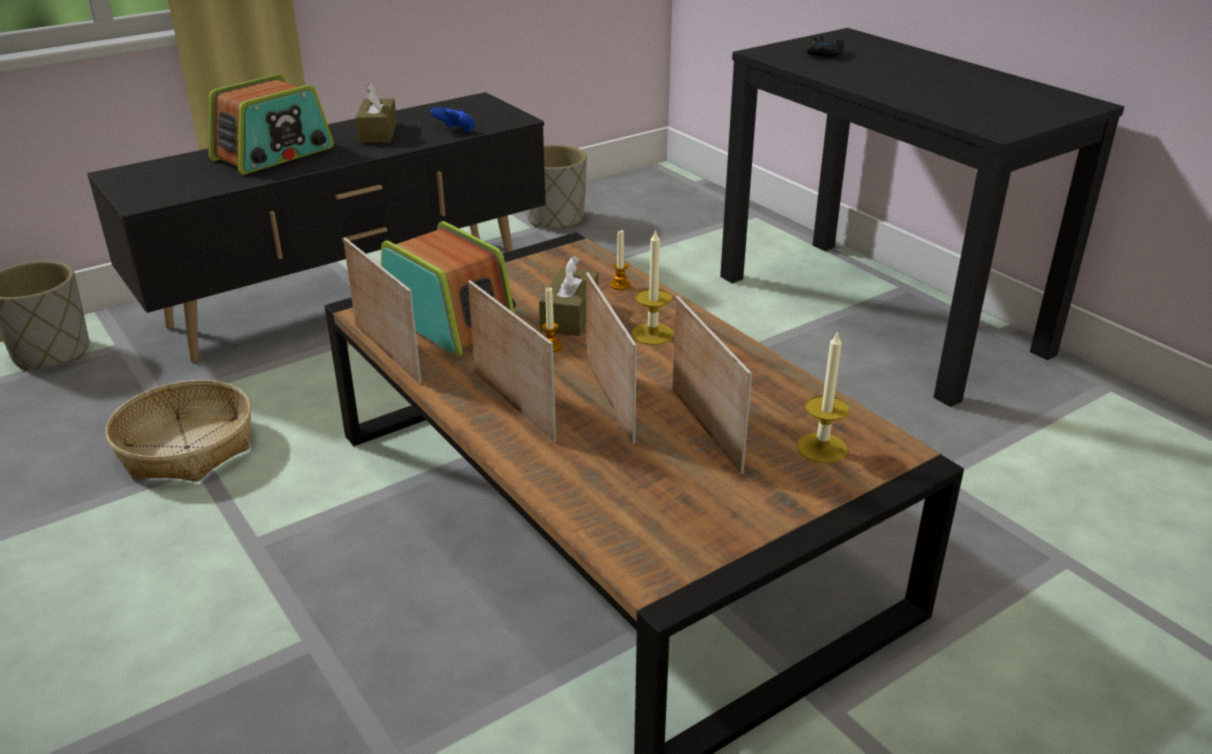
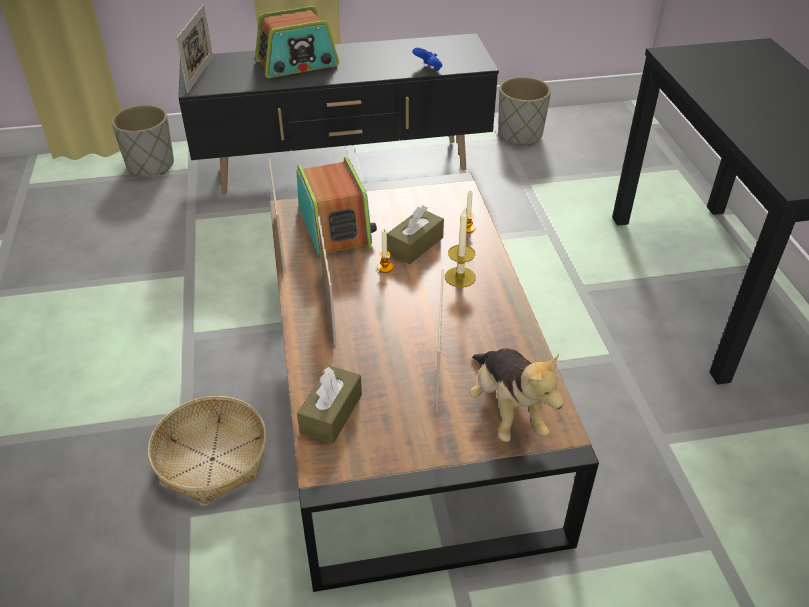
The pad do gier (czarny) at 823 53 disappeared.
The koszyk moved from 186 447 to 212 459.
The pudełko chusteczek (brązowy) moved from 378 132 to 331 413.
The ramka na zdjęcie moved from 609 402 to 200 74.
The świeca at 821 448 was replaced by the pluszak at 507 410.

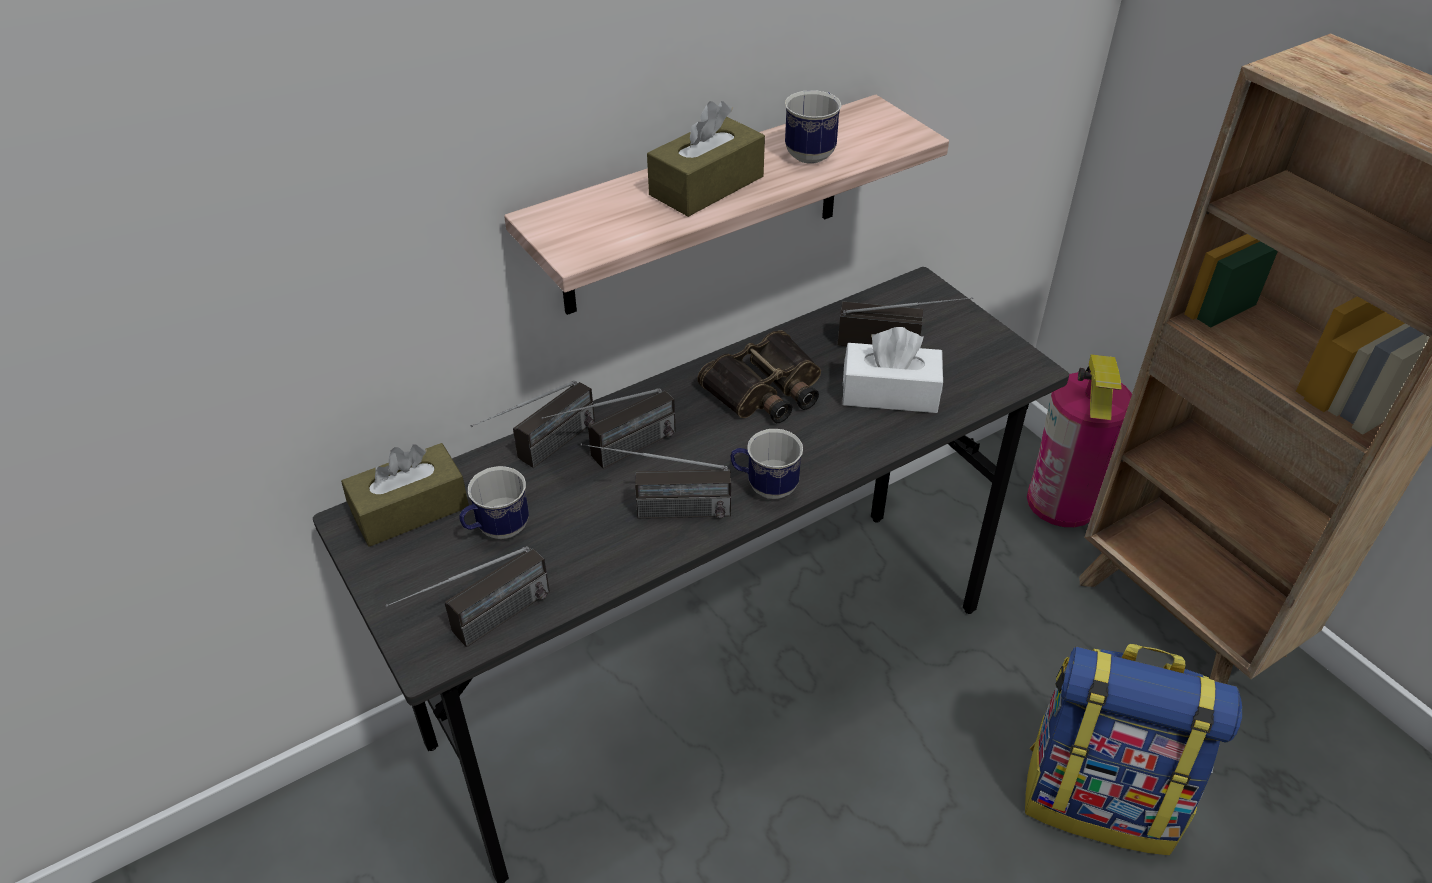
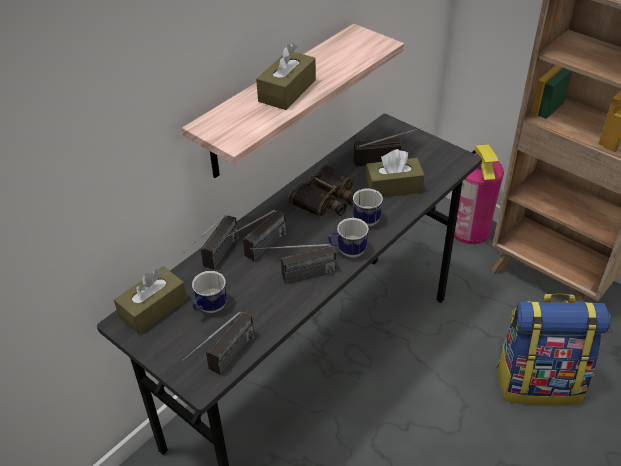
The kubek moved from 813 152 to 367 217.
The pudełko chusteczek (biały) at 890 393 became the pudełko chusteczek (brązowy) at 393 187.

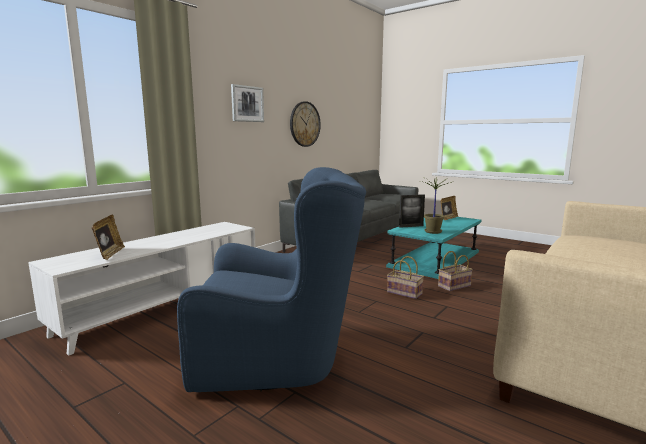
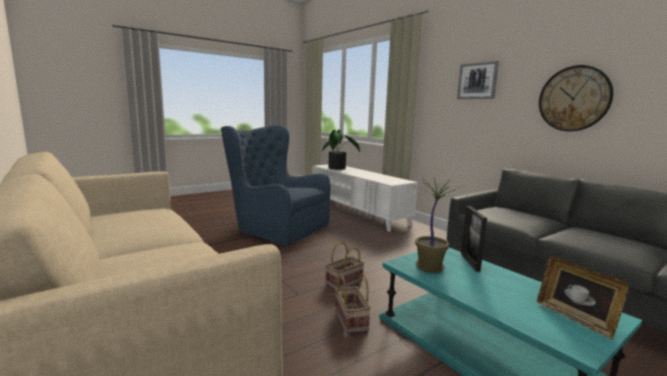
The ramka na zdjęcie at 110 254 was replaced by the roślina doniczkowa at 339 168.
The fotel (niebieski) at 280 357 turned 105 degrees clockwise.

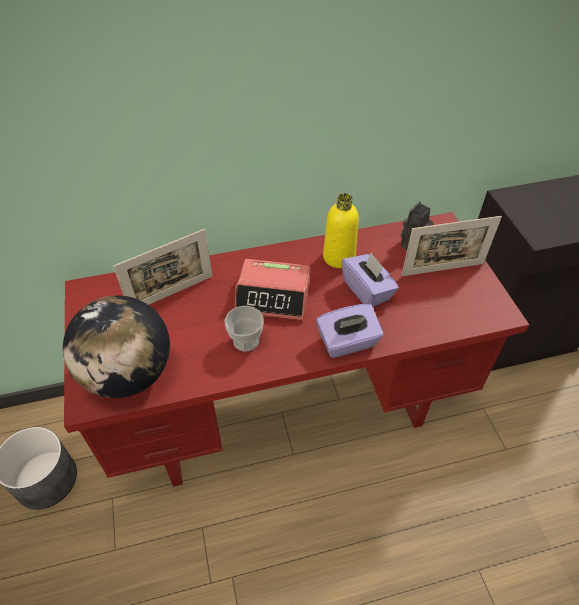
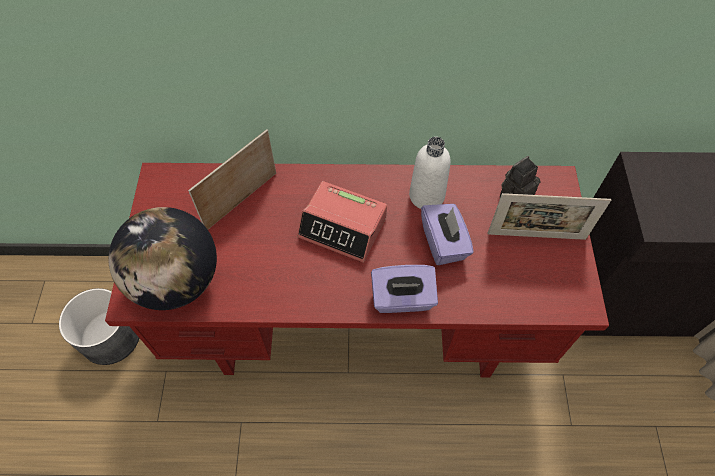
The filiżanka at 246 341 disappeared.
The butelka (żółty) at 339 257 became the butelka (biały) at 426 196.
The ramka na zdjęcie at 172 293 turned 150 degrees clockwise.

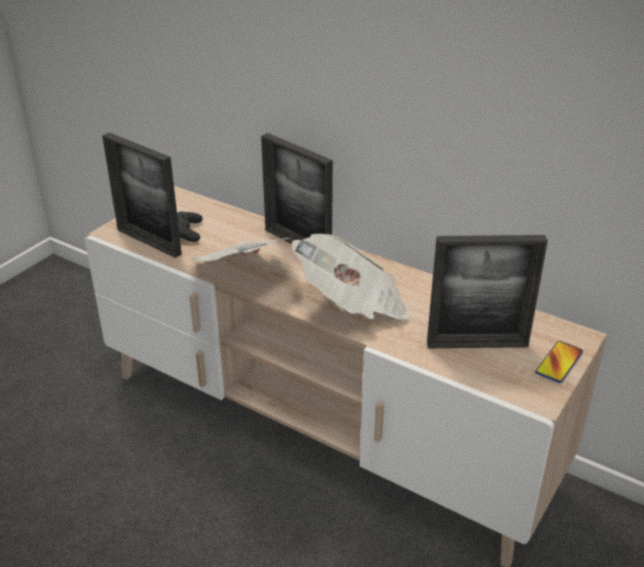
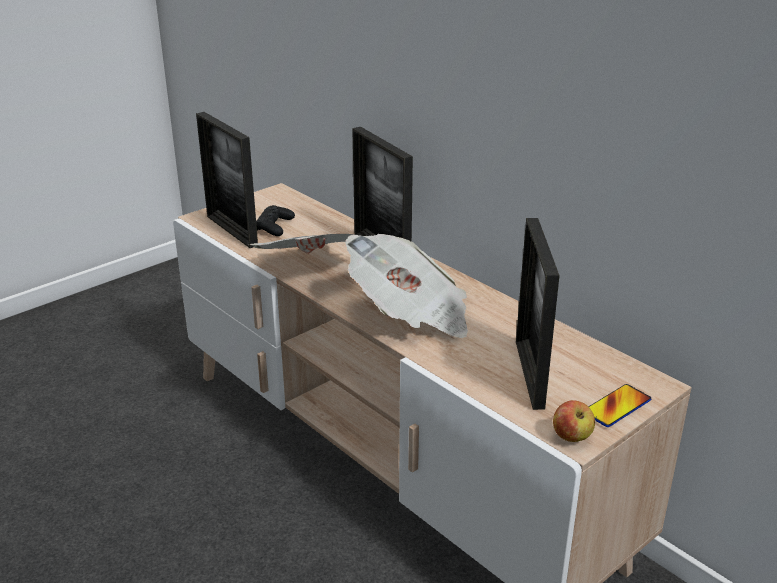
The jabłko at 572 437 appeared.
The ramka na zdjęcie at 477 344 turned 75 degrees clockwise.

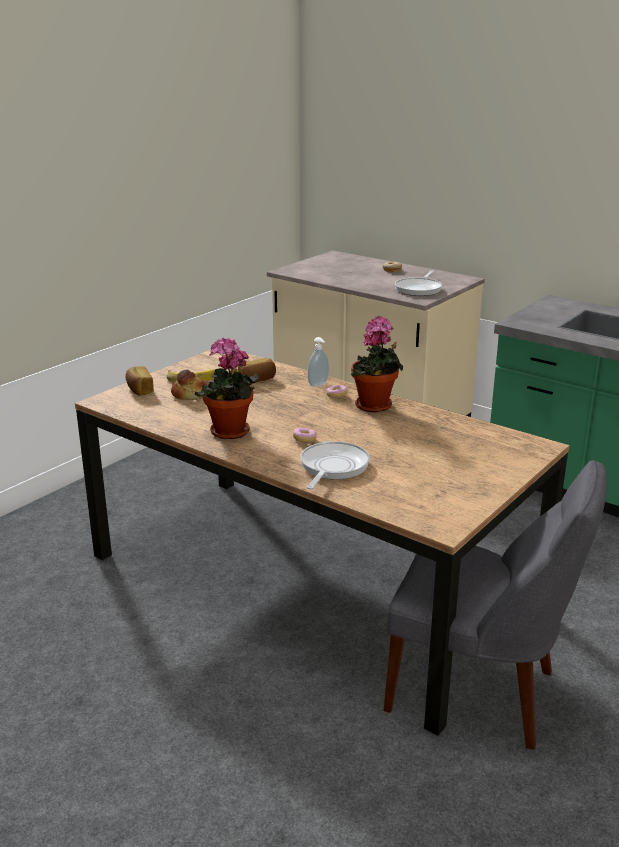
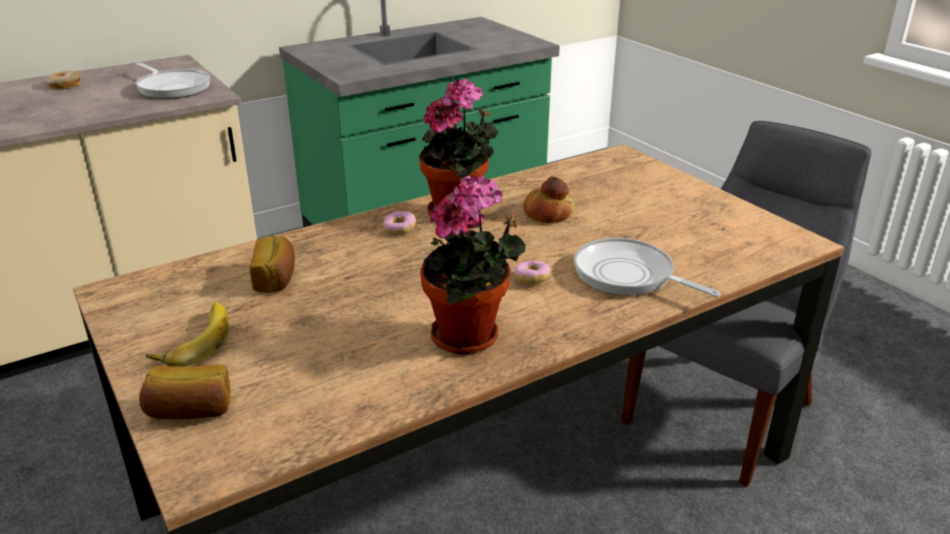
The dozownik mydła at 319 385 disappeared.
The chleb moved from 190 394 to 548 213.

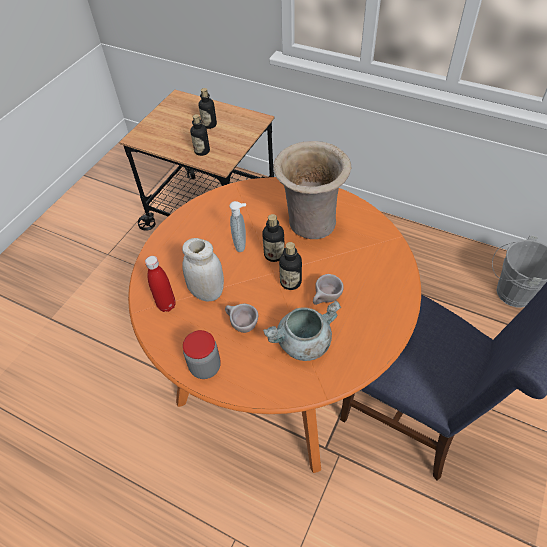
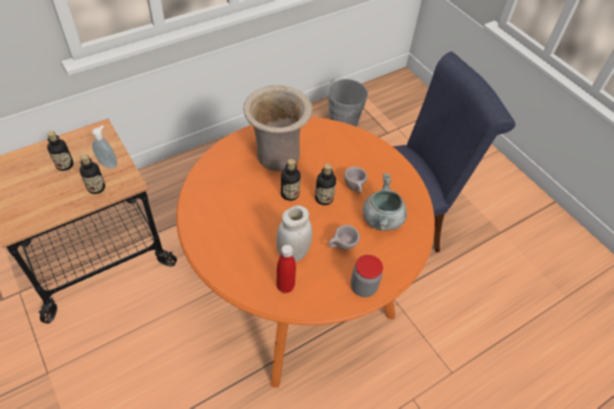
The dozownik mydła moved from 241 244 to 109 163.

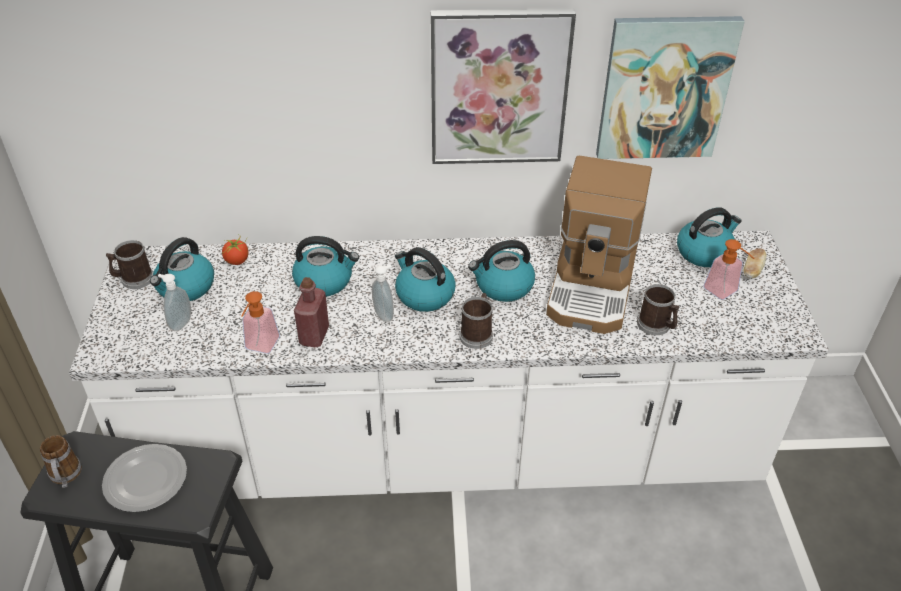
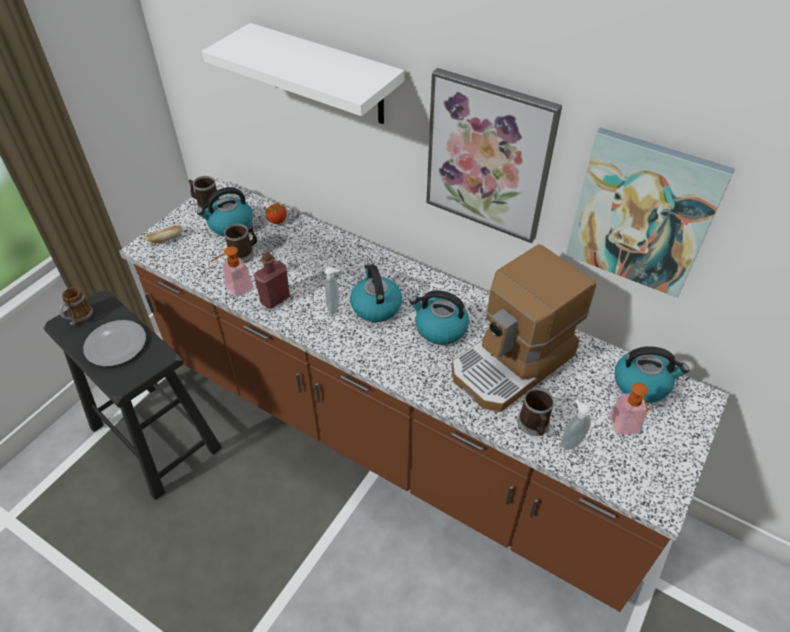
The czajnik at 324 281 disappeared.
The półka (biały) at 326 75 appeared.
The dozownik mydła moved from 180 323 to 570 442.
The kubek moved from 477 333 to 244 253.
The chleb moved from 752 270 to 166 239.
The zabudowa kuchenna (biały) at 449 451 became the zabudowa kuchenna (brązowy) at 395 436.

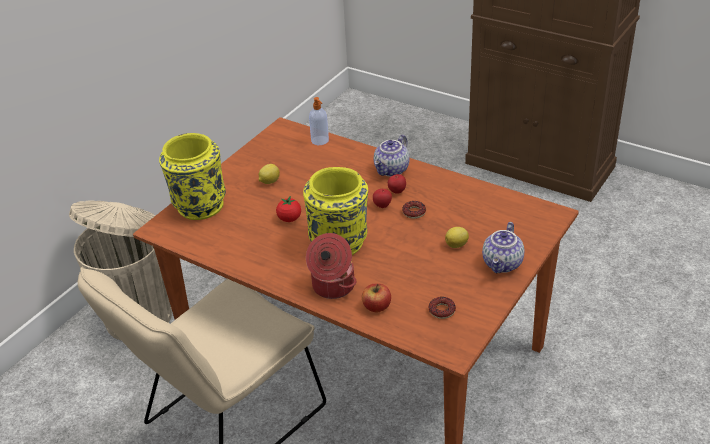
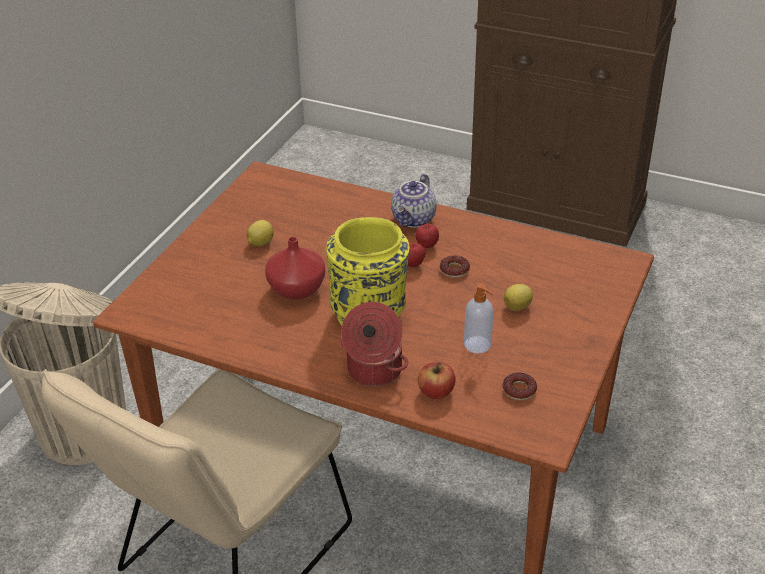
The wazon (żółty) at 199 206 disappeared.
The imbryk at 503 264 disappeared.
The dozownik mydła moved from 320 141 to 478 345.
The pomidor at 289 219 was replaced by the wazon (czerwony) at 298 289.

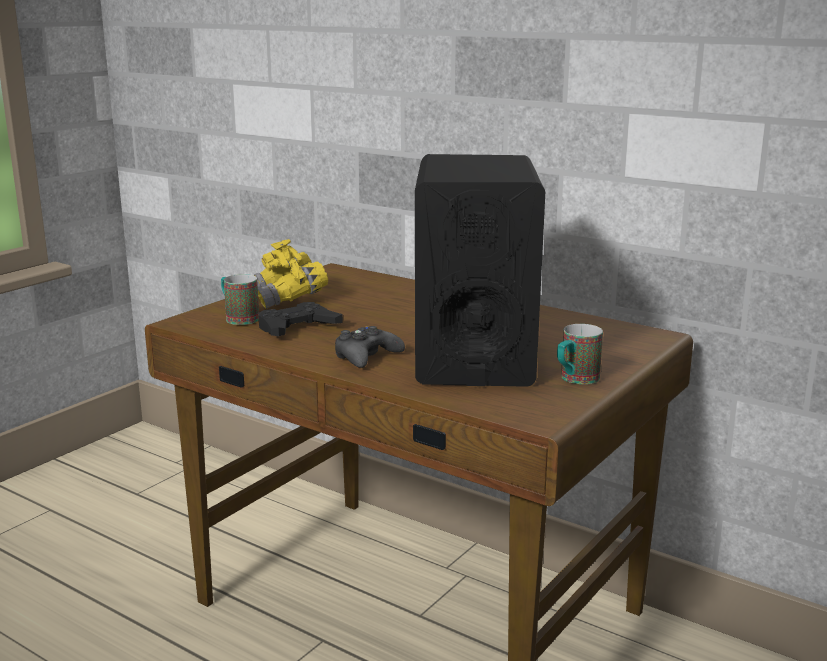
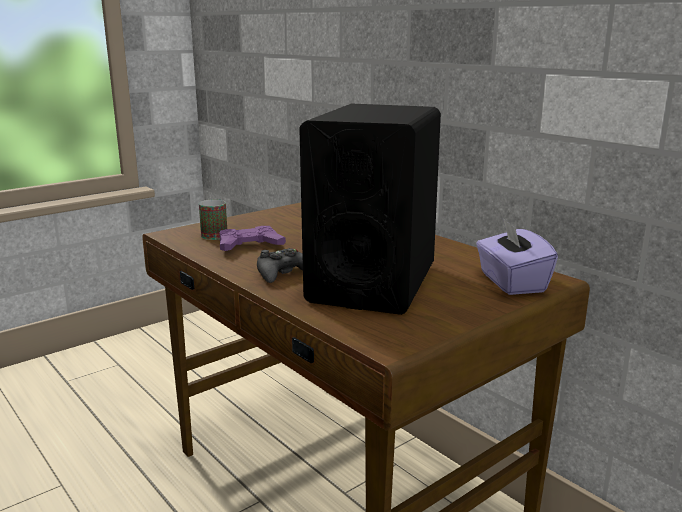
The lornetka (żółty) at 288 299 disappeared.
The kubek at 574 380 disappeared.
The pudełko chusteczek (fioletowy) at 511 282 appeared.
The pad do gier (czarny) at 297 328 became the pad do gier (fioletowy) at 249 245.

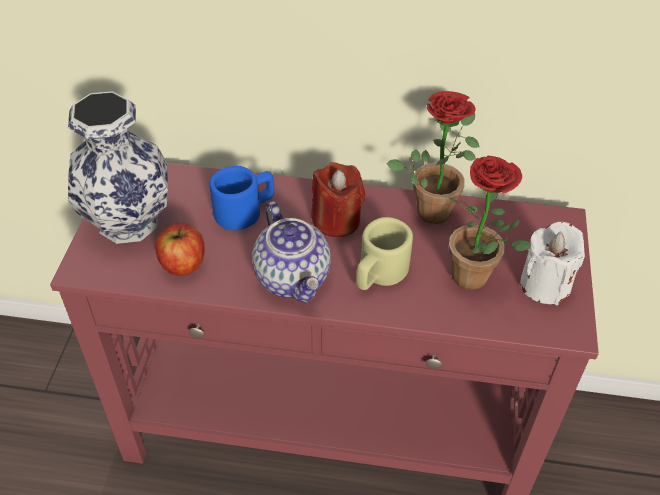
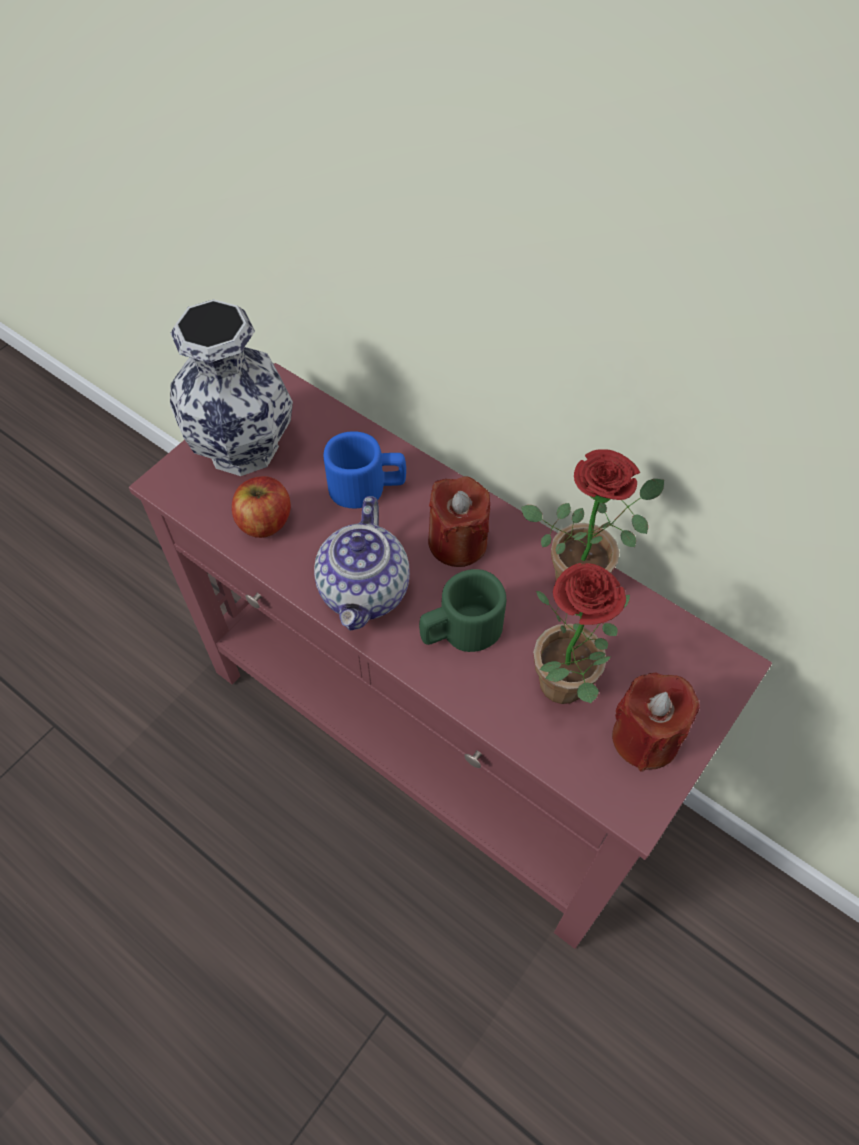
The kubek (beżowy) at 379 273 became the kubek (zielony) at 460 630.
The świeca (biały) at 545 285 became the świeca (czerwony) at 645 738.

